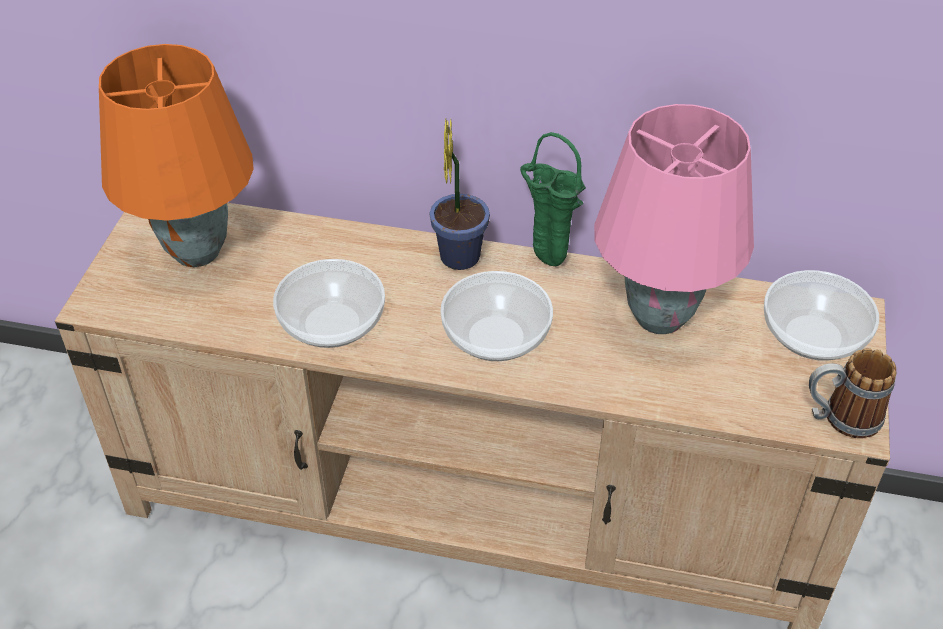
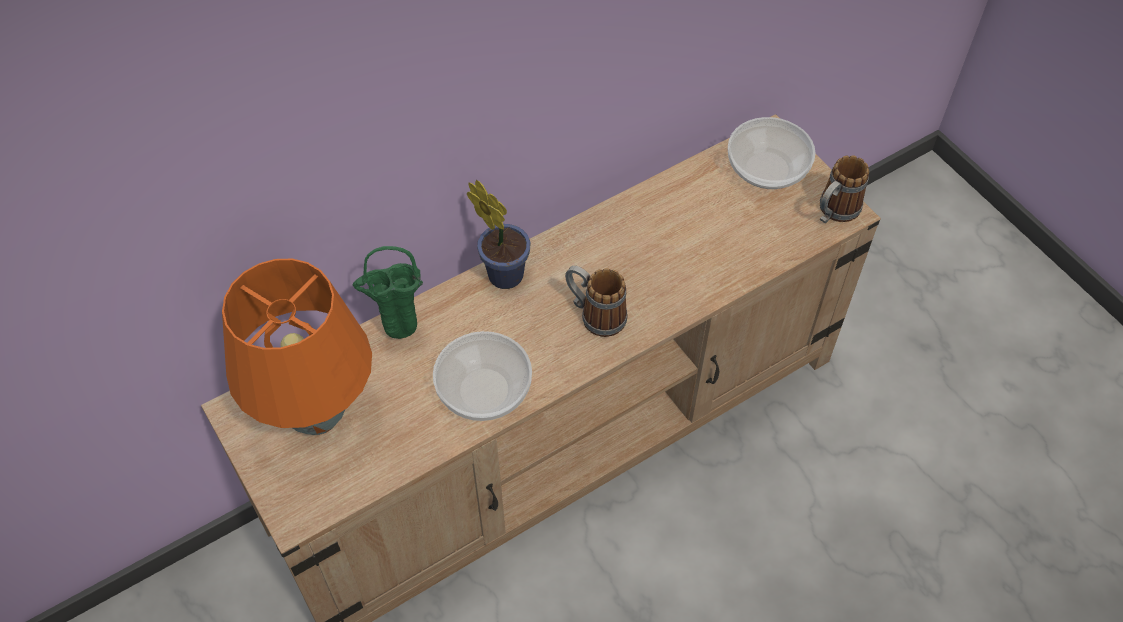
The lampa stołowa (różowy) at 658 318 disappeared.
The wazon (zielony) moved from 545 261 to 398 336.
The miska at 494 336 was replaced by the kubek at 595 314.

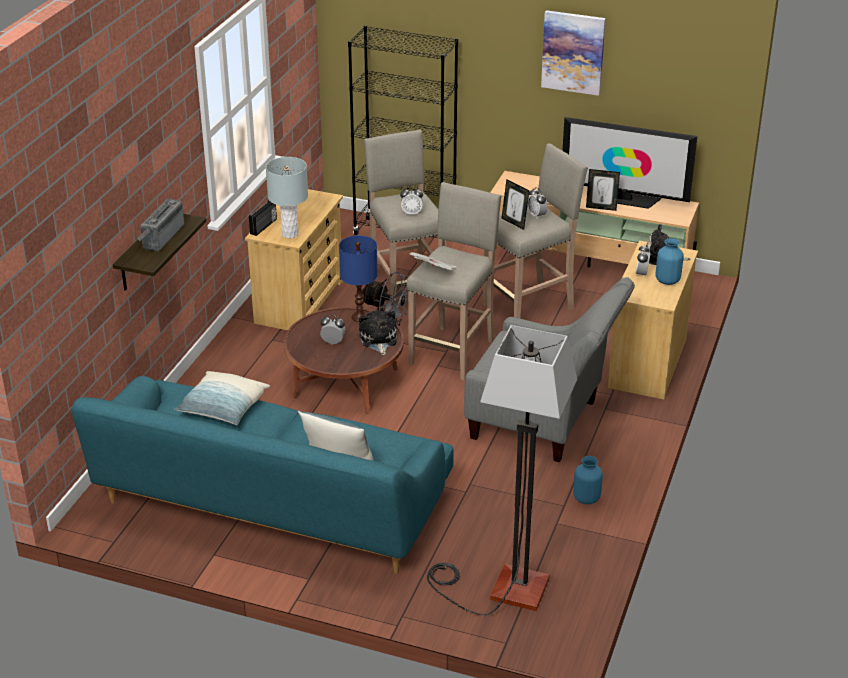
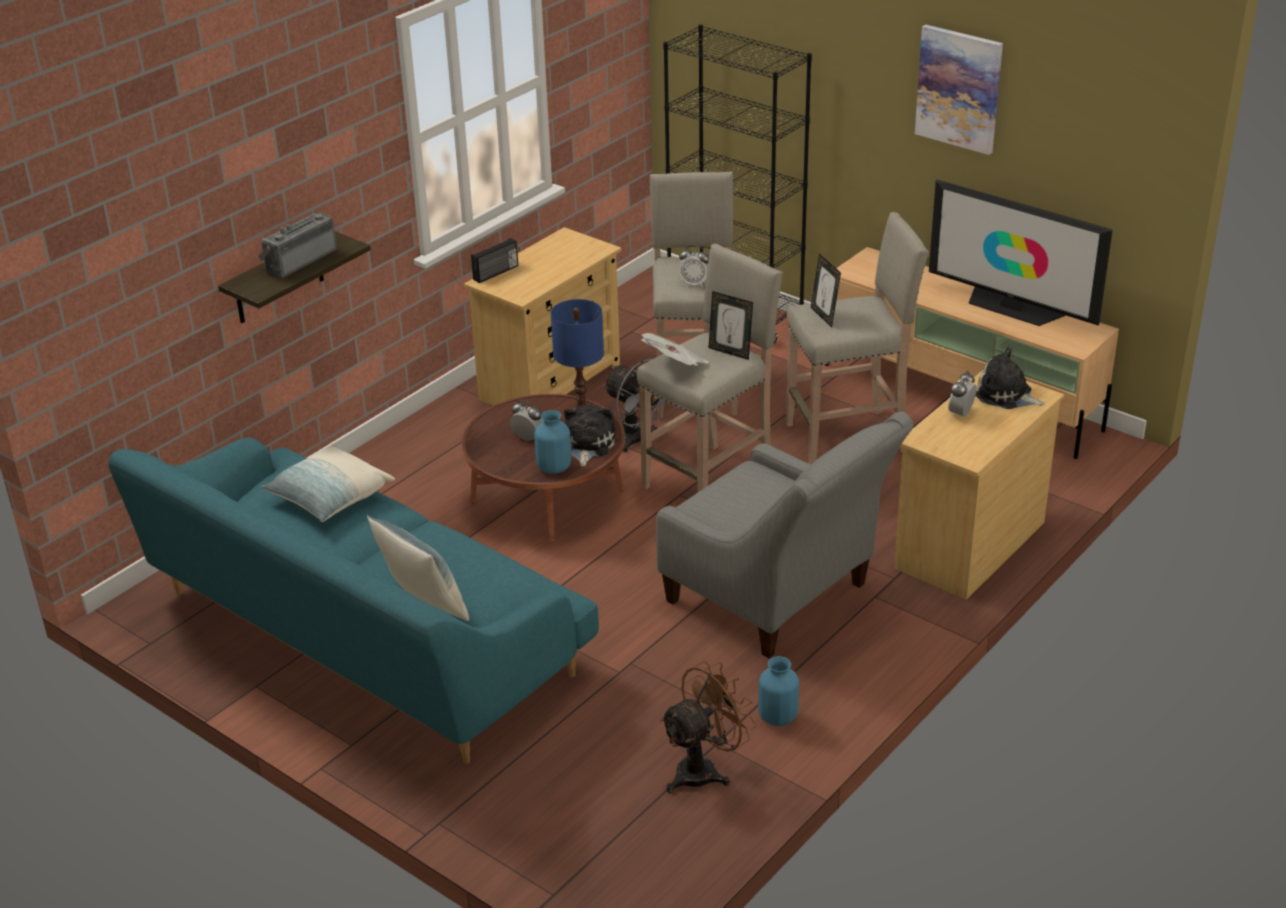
The lampa stołowa (szary) at 290 234 disappeared.
The lampa stojąca at 501 588 disappeared.
The budzik at 536 215 disappeared.
The wentylator (brązowy) at 704 769 appeared.
The ramka na zdjęcie moved from 601 207 to 730 352.
The wazon (niebieski) moved from 667 280 to 554 467.

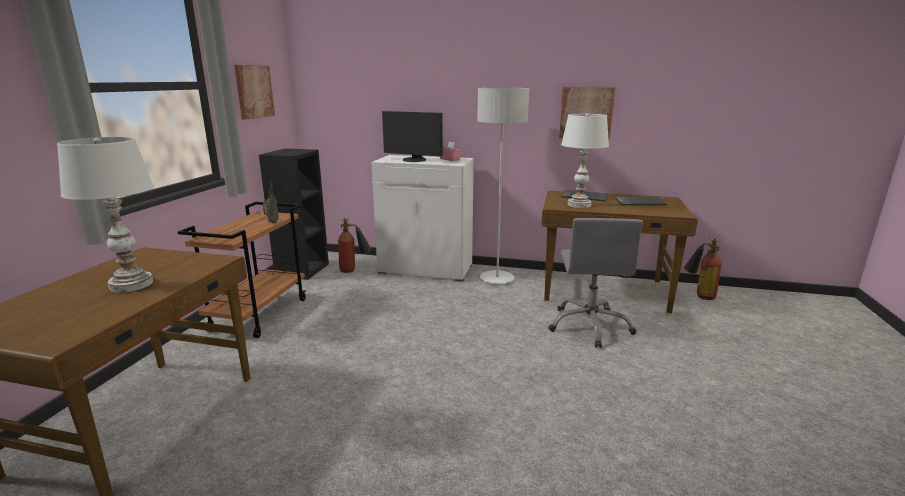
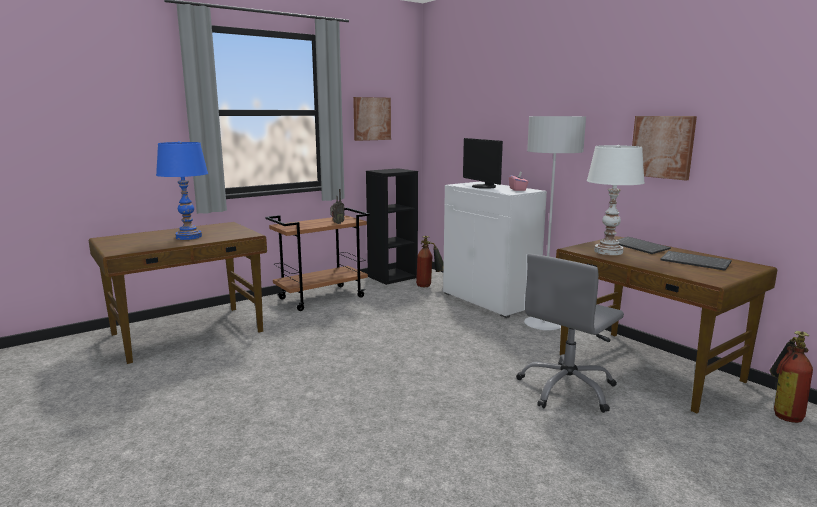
The lampa stołowa (biały) at 131 284 became the lampa stołowa (niebieski) at 188 237.

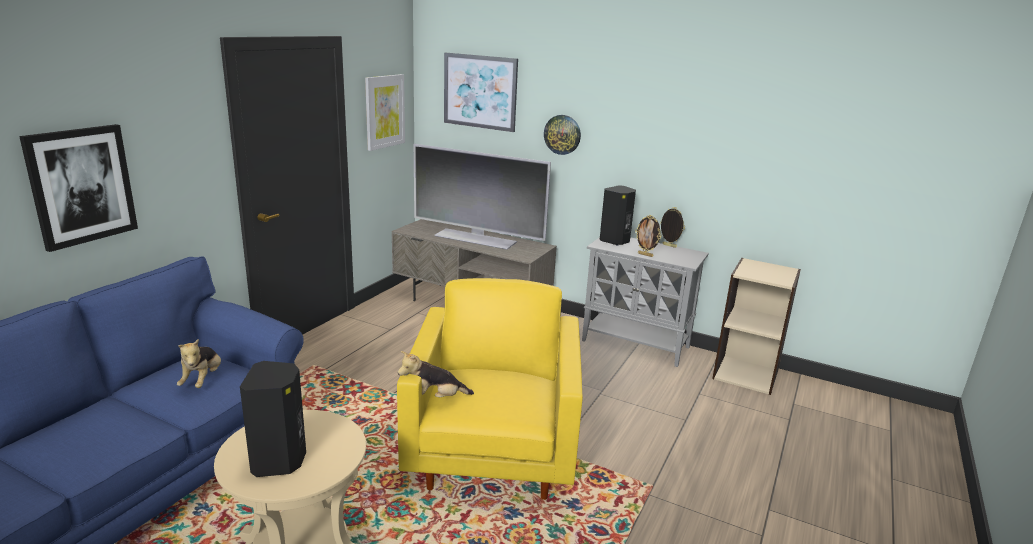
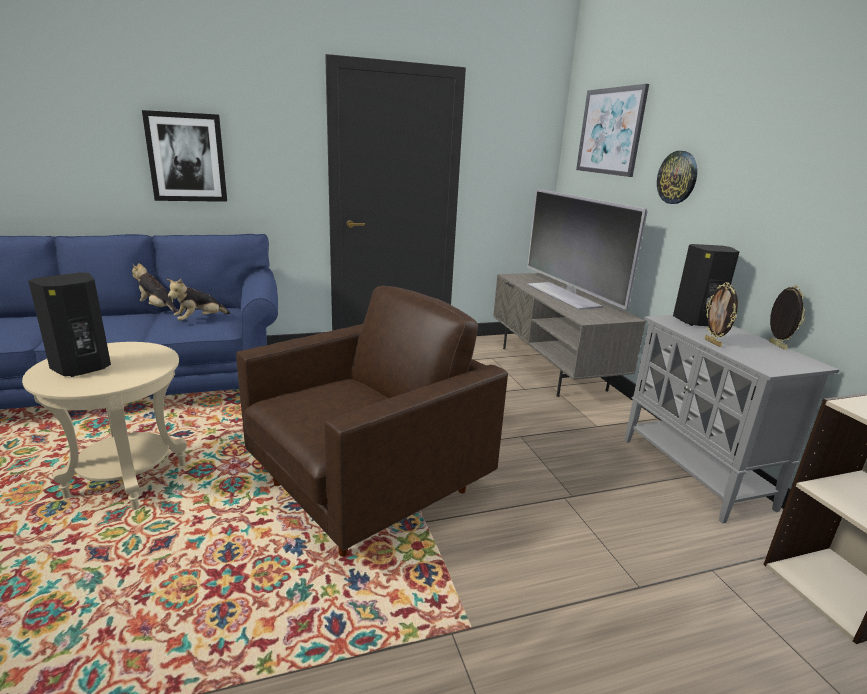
The obraz at 384 111 disappeared.
The pluszak moved from 433 399 to 158 309.
The fotel (żółty) at 493 454 became the fotel (brązowy) at 368 489.

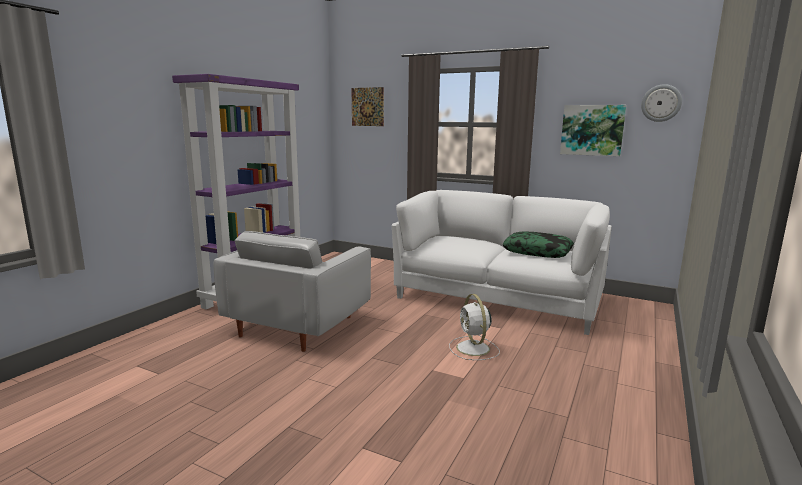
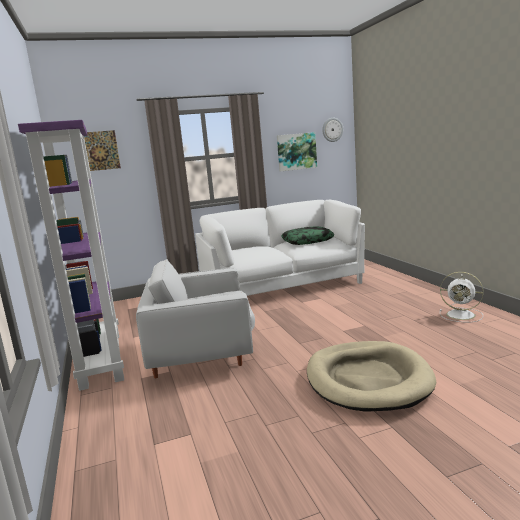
The legowisko (beżowy) at 367 379 appeared.
The wentylator (biały) moved from 473 349 to 462 315.
The fotel (biały) at 300 324 turned 105 degrees clockwise.

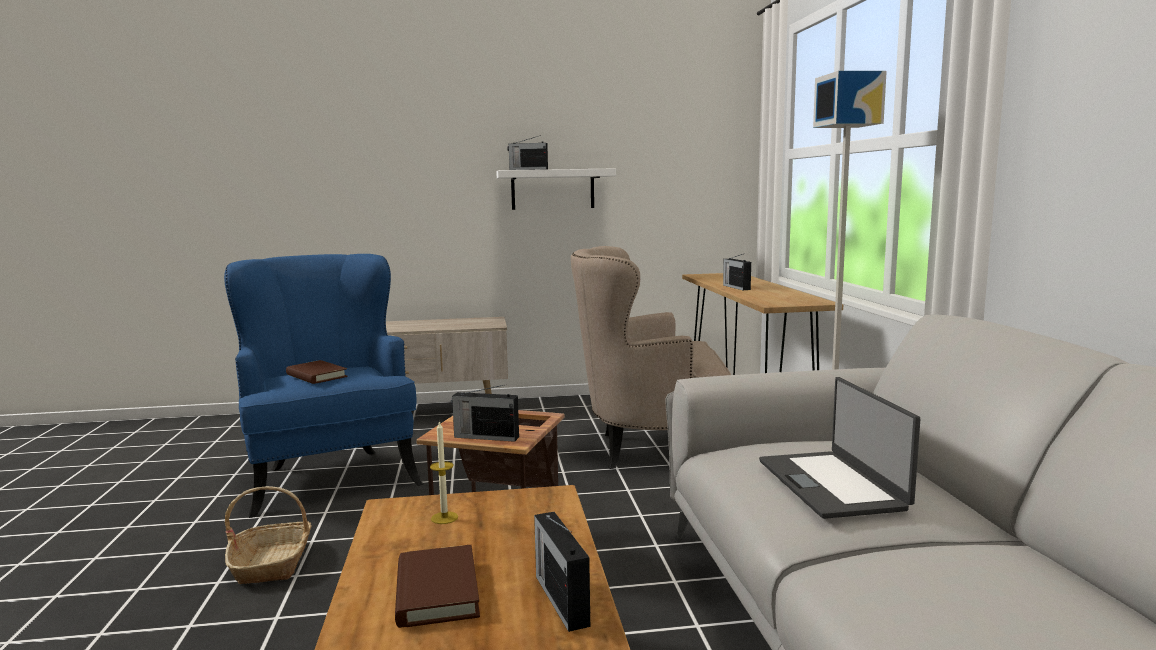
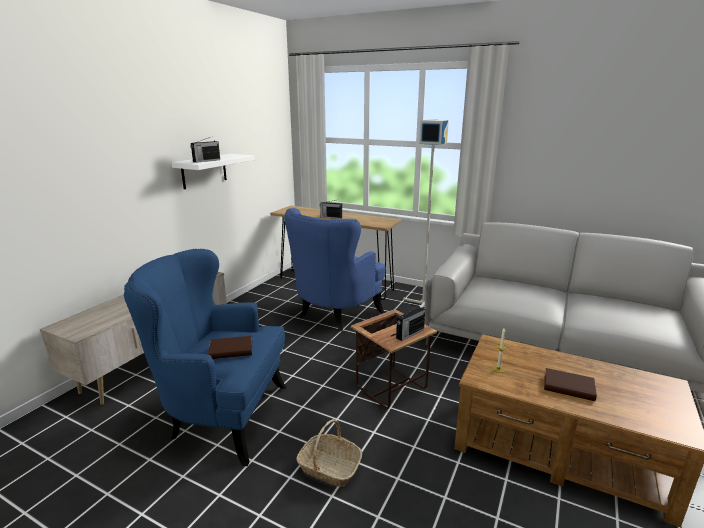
The radio at 561 599 disappeared.
The laptop at 832 484 disappeared.
The fotel (beżowy) at 649 450 became the fotel (niebieski) at 334 315.

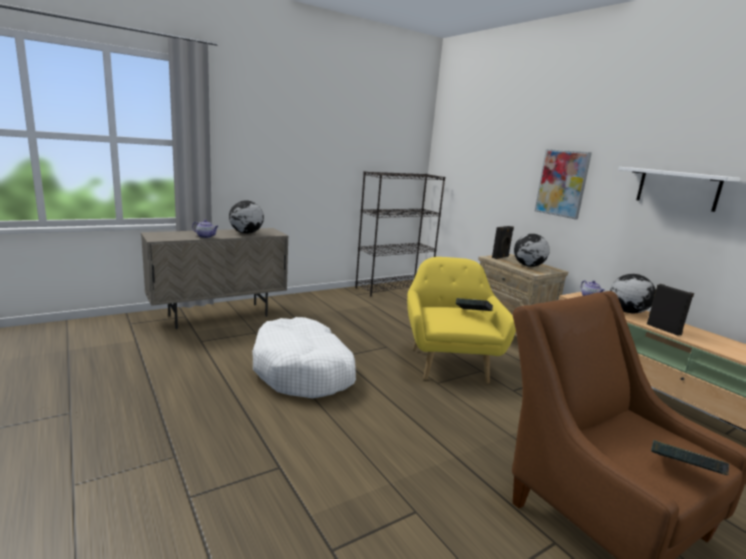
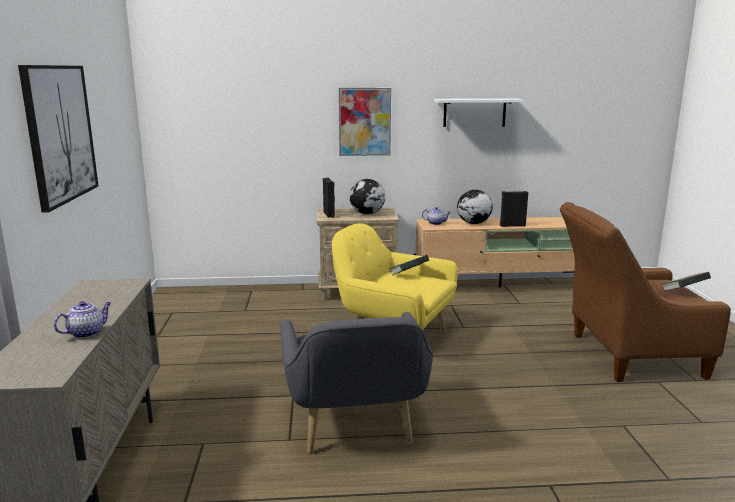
The globus at 246 233 disappeared.
The regał (czarny) at 394 288 disappeared.
The obraz at 60 133 appeared.
The legowisko (biały) at 303 371 was replaced by the fotel (szary) at 354 427.

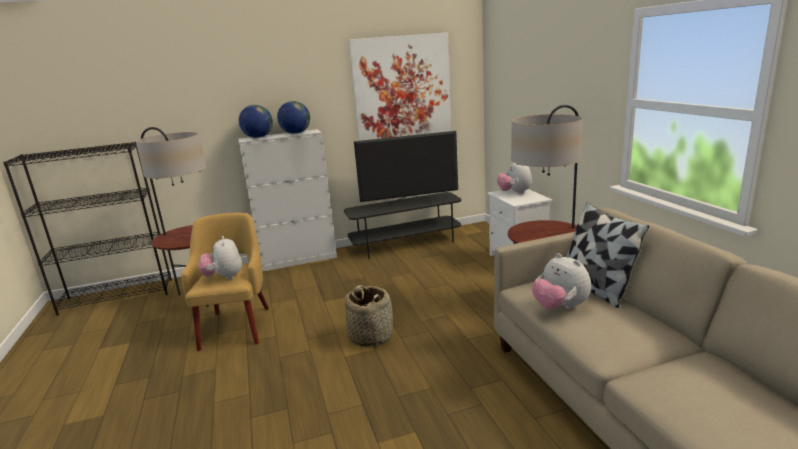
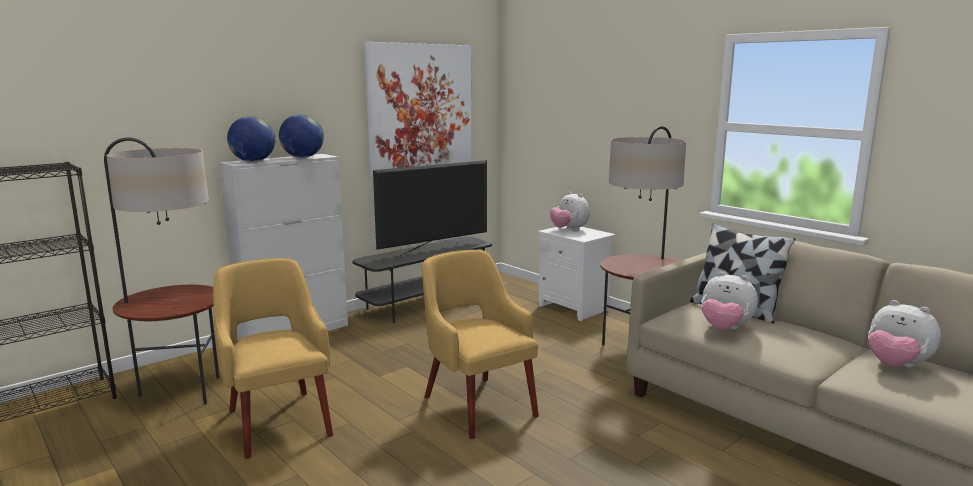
The pluszak moved from 224 277 to 896 366.
The koszyk at 370 336 was replaced by the fotel (żółty) at 477 404.

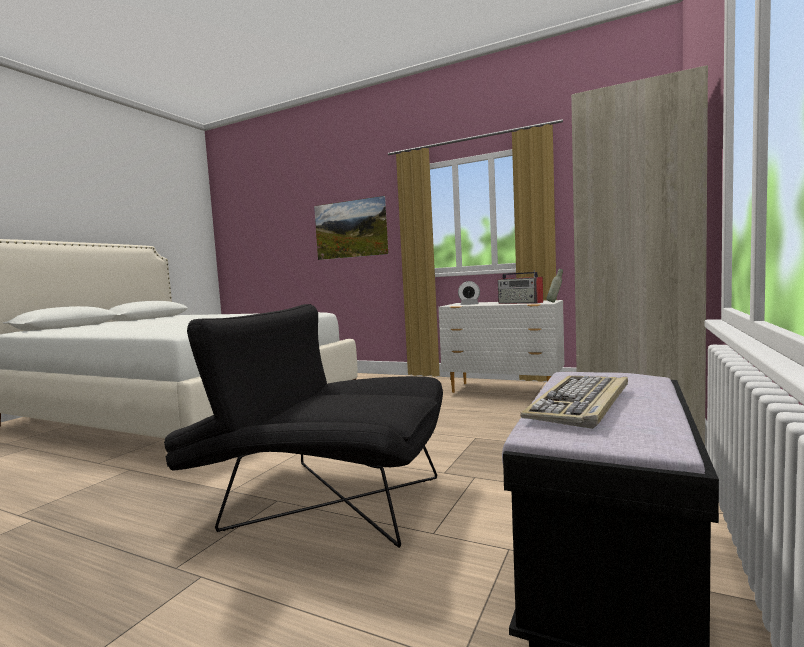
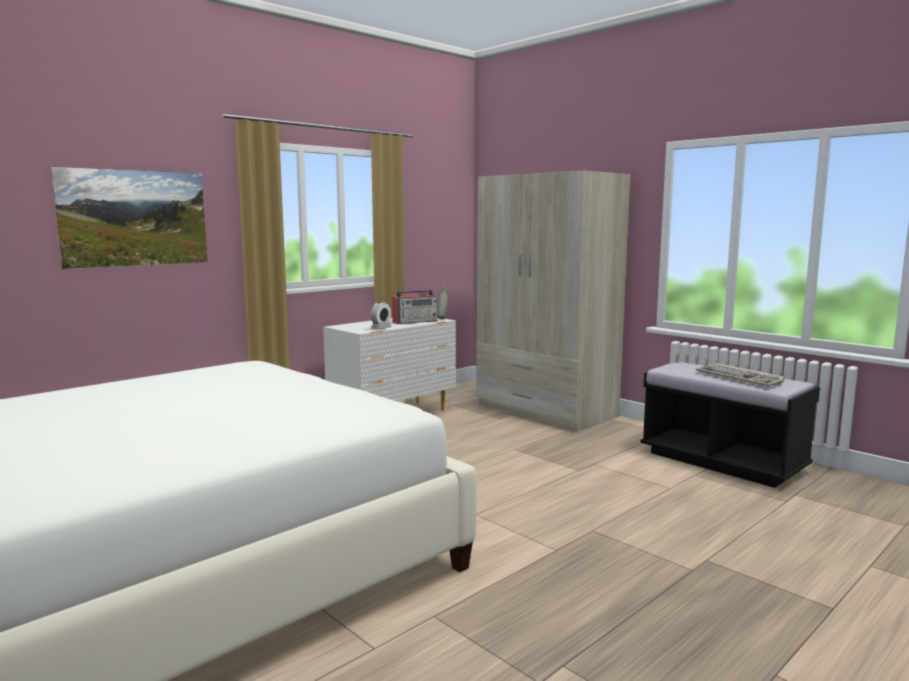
The fotel (czarny) at 321 499 disappeared.

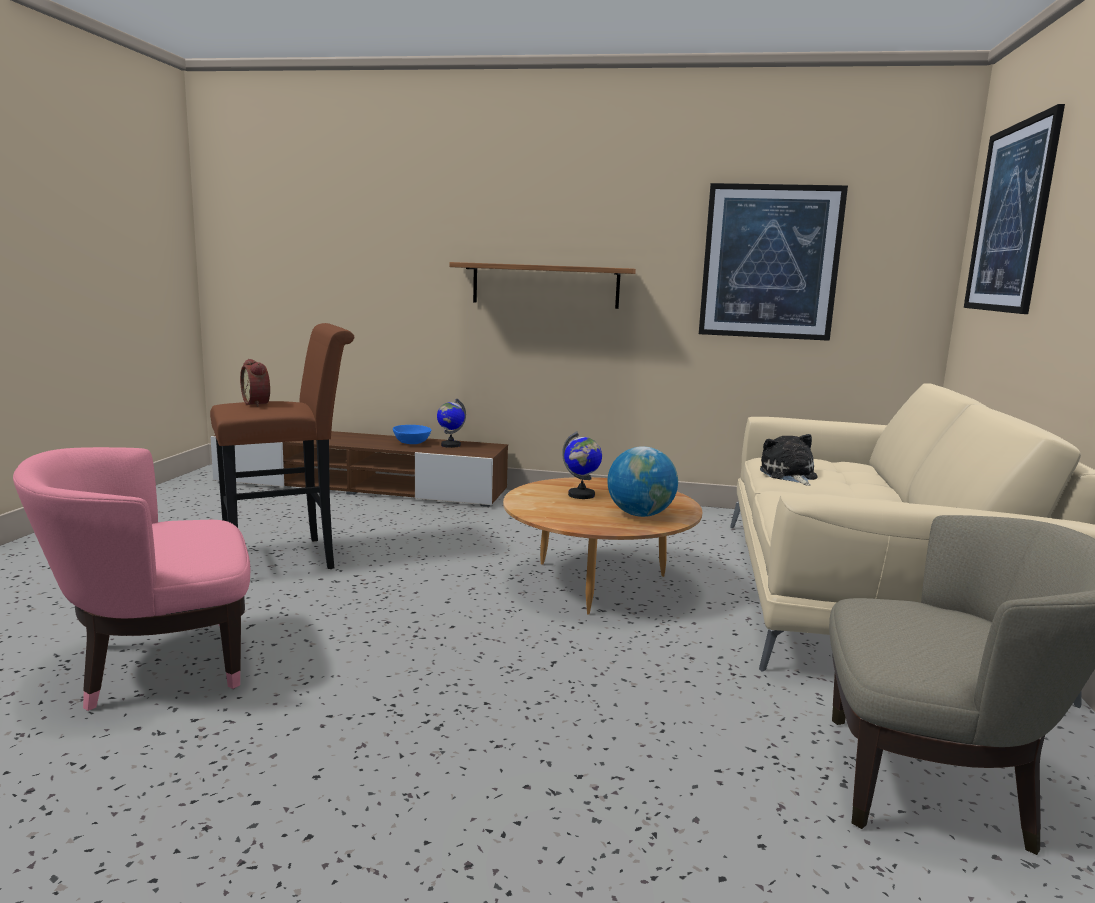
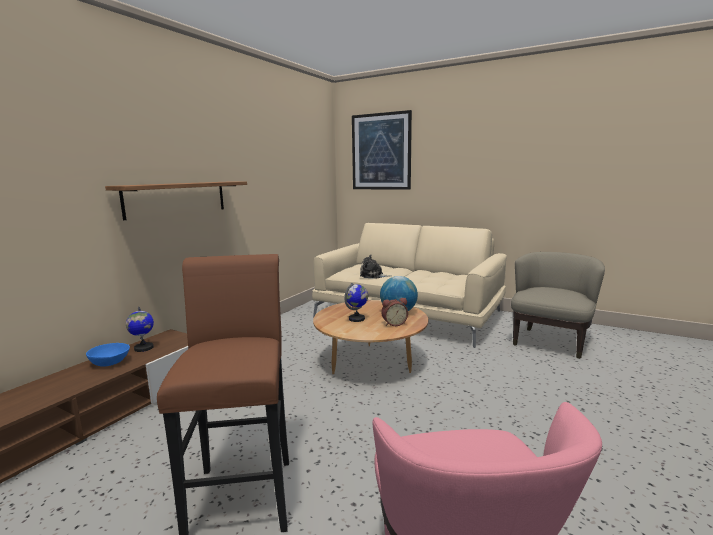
The obraz at 770 262 disappeared.
The budzik moved from 258 403 to 394 323.

